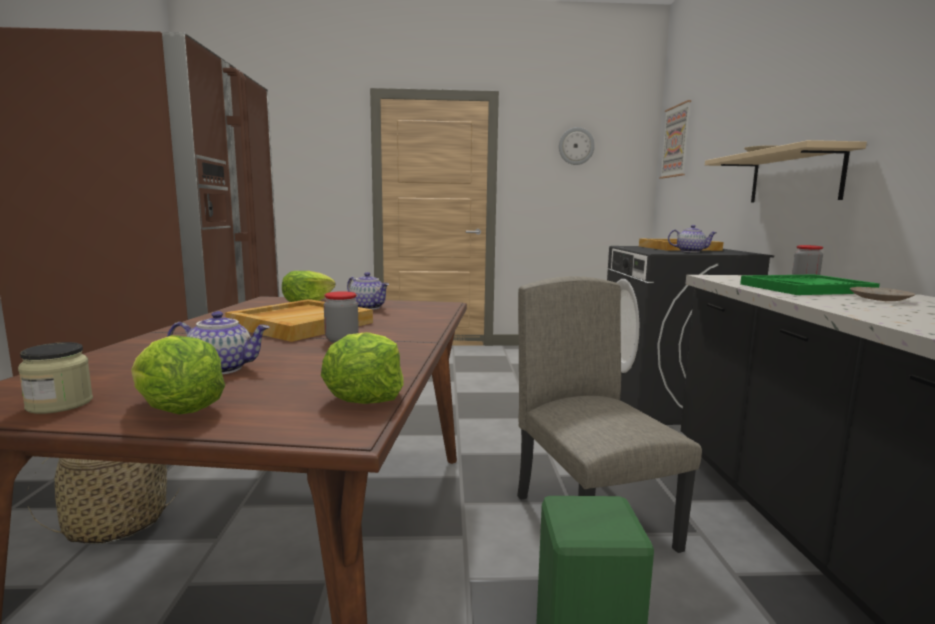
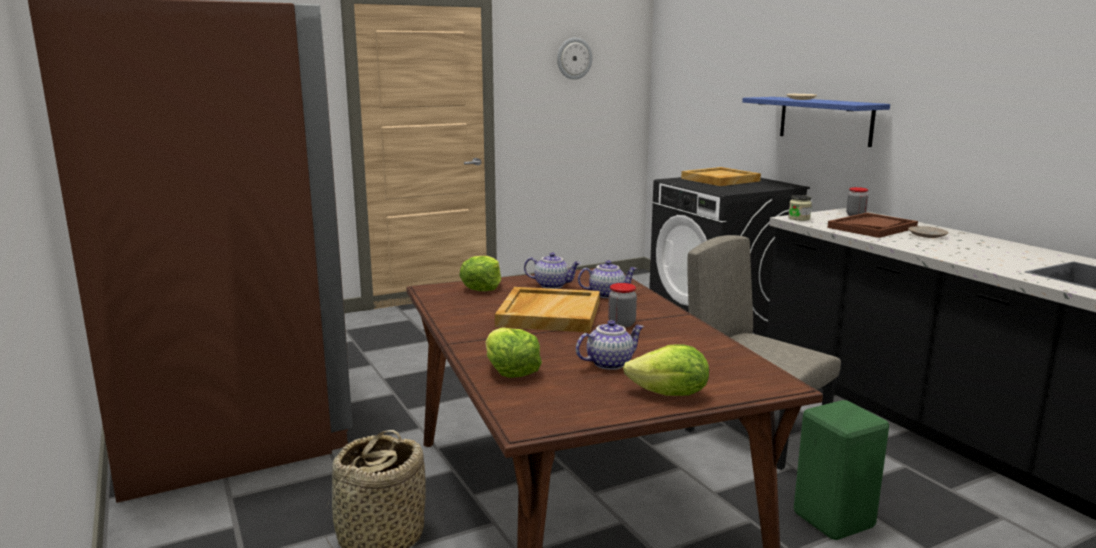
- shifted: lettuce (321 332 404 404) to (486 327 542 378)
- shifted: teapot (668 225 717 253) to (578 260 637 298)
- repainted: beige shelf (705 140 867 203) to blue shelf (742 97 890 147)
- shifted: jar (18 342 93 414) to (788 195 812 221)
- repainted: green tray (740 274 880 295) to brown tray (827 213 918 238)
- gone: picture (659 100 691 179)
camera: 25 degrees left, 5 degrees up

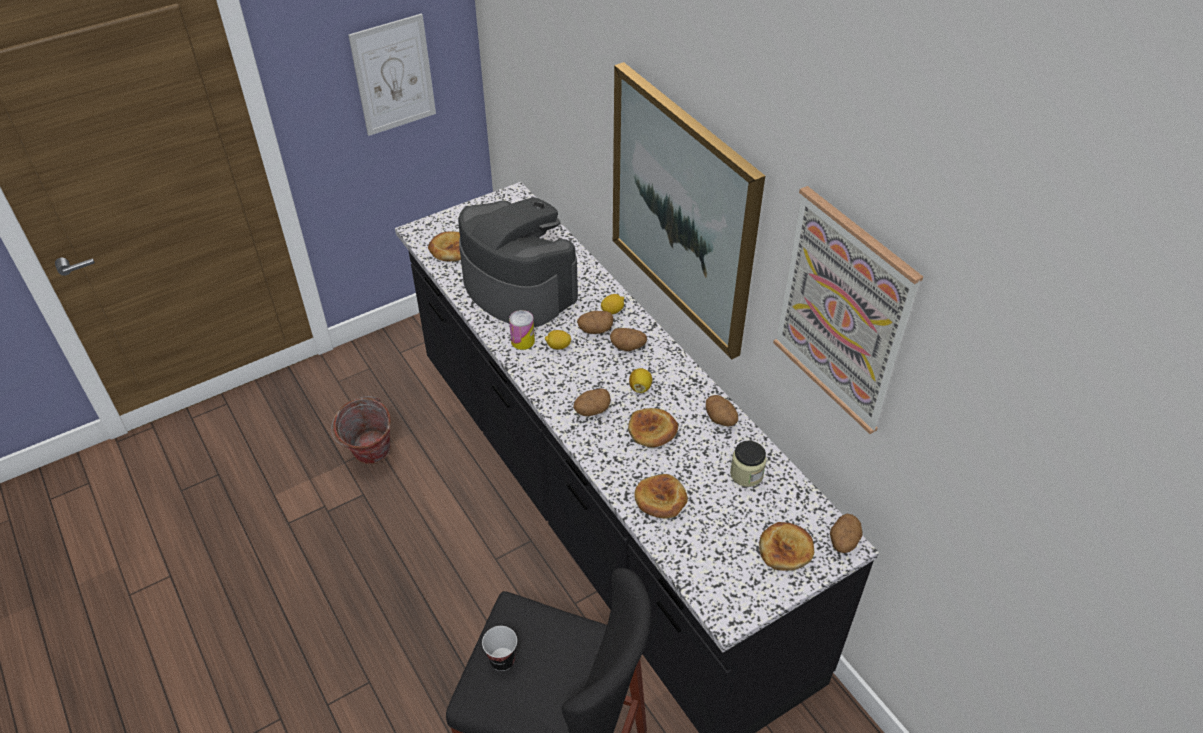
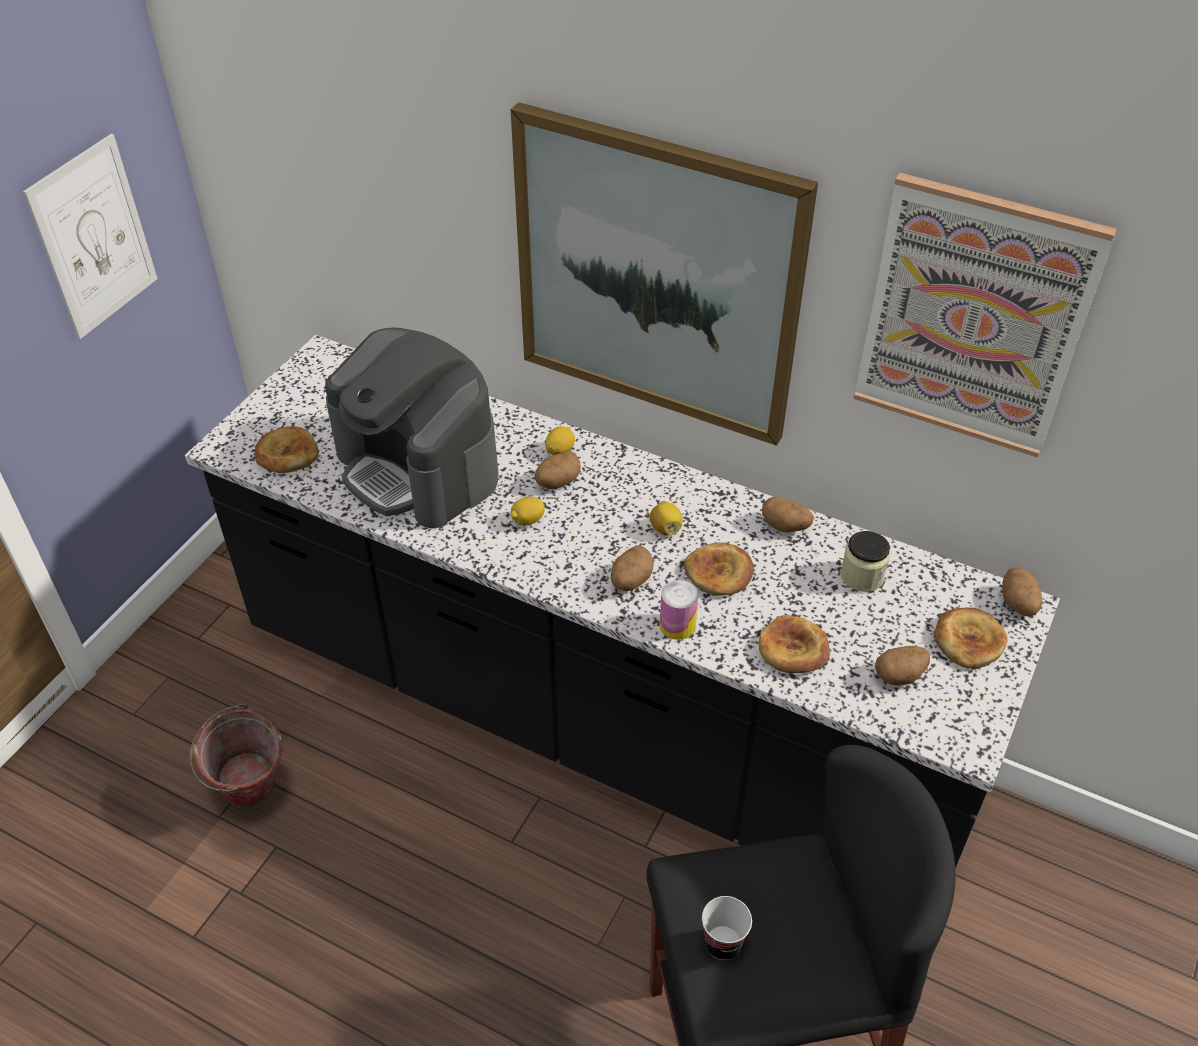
- rotated: coffee machine (458 197 578 327) = (325 327 498 528) 150 degrees counterclockwise
- shifted: can (509 310 535 350) to (660 580 699 640)
- shifted: potato (610 328 647 351) to (875 646 930 686)
camera: 30 degrees left, 0 degrees up

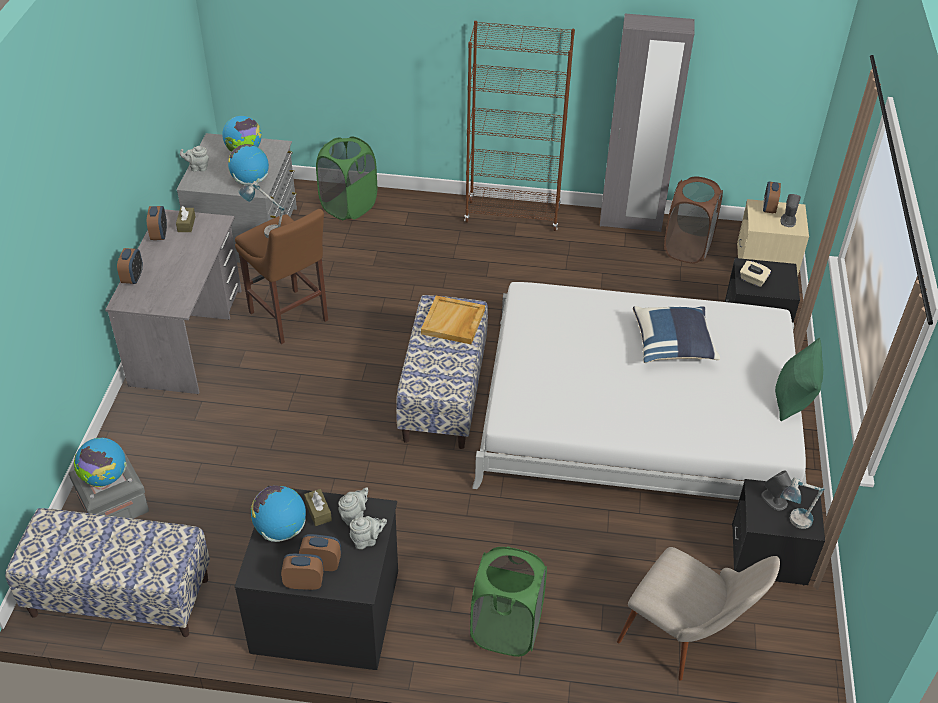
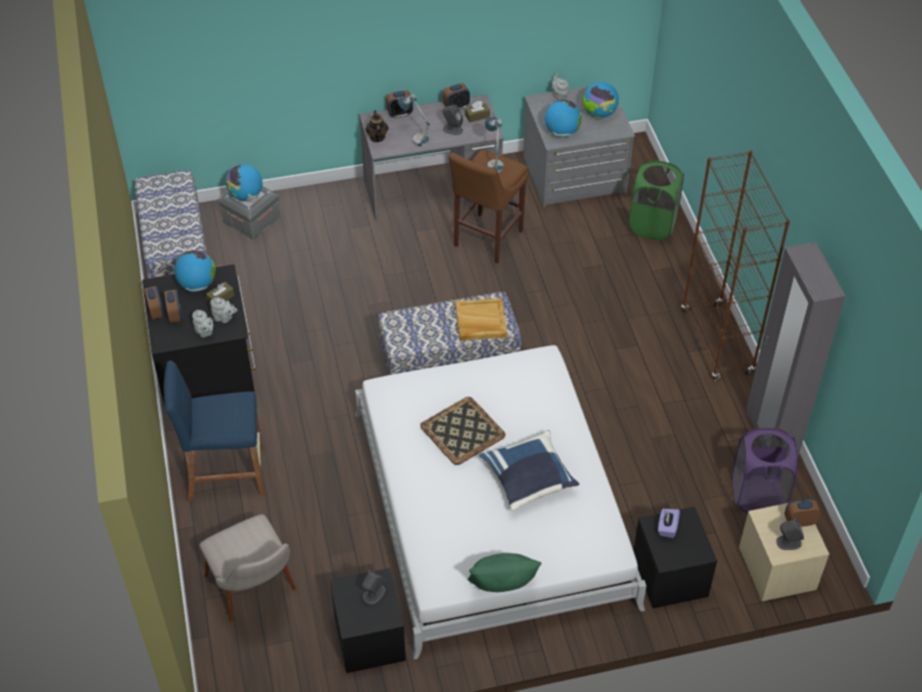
- swapped: green laundry basket (470 546 547 657) to blue stool (164 360 265 501)
- rotated: beige chair (617 547 780 681) = (199 514 296 621) 45 degrees counterclockwise
- new: teapot (366 110 389 142)
- shifted: table lamp (780 478 825 529) to (398 94 430 146)
- new: tray (420 397 506 465)
- new: grey speaker (442 105 463 135)
- repainted: beige tissue box (740 261 771 287) to purple tissue box (658 509 680 538)
- repainted: brown laundry basket (664 176 723 264) to purple laundry basket (732 428 798 513)
camera: 70 degrees right, 5 degrees up

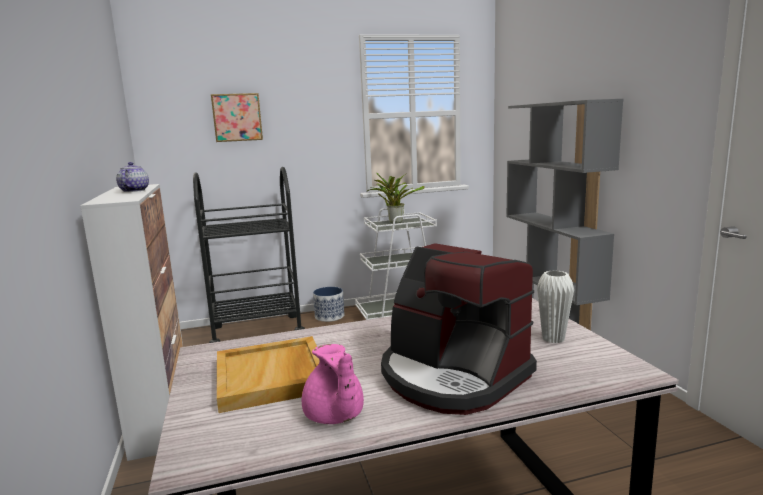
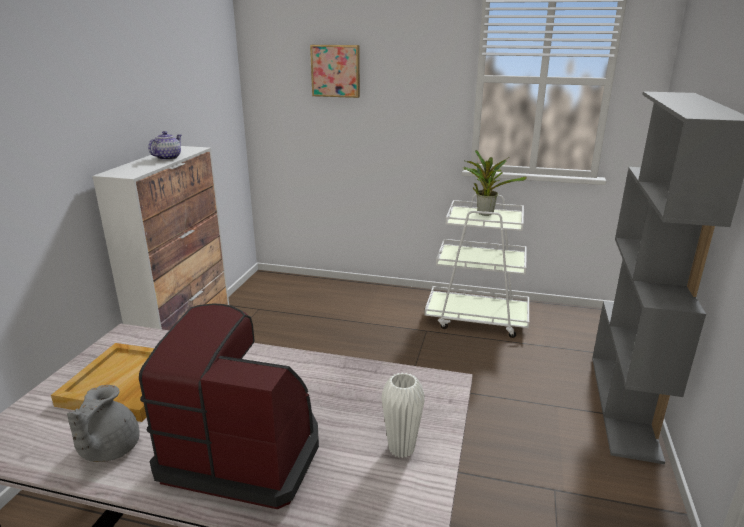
- repainted: pink teapot (302 344 364 424) to grey teapot (67 385 140 462)
- rotated: coffee machine (381 243 537 415) = (139 303 319 509) 120 degrees clockwise
- gone: black cart (193 167 305 343)
- gone: planter (313 287 345 322)
camera: 30 degrees right, 10 degrees up

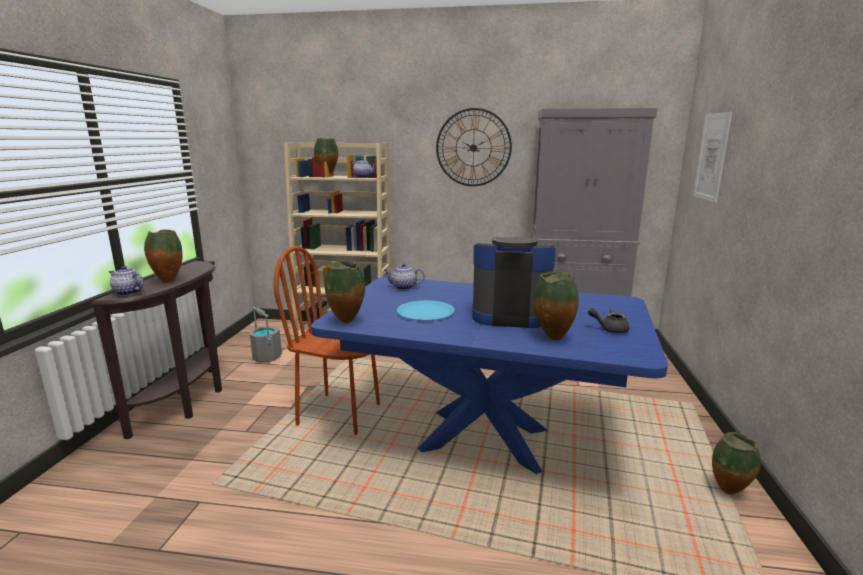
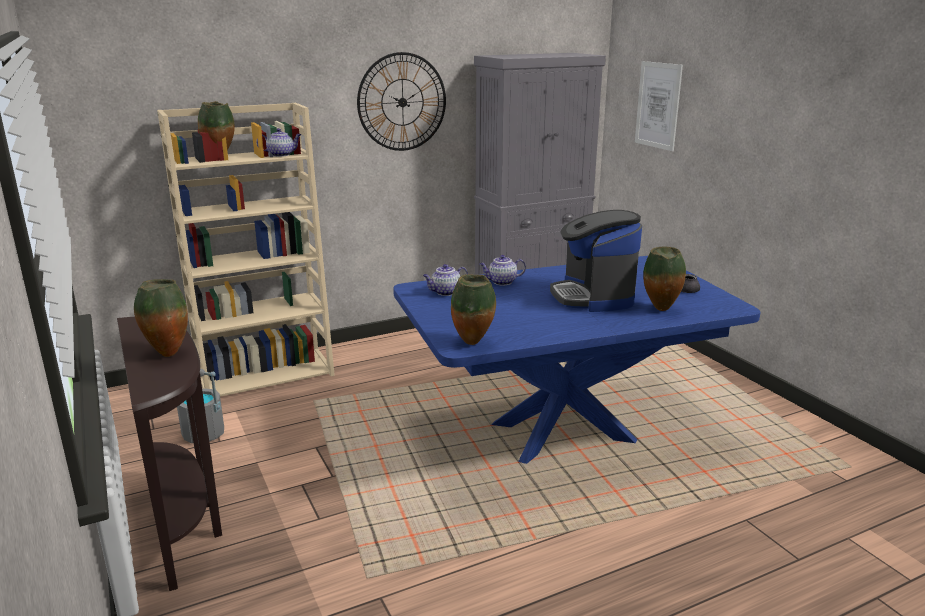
- shifted: teapot (109 266 144 296) to (480 255 526 285)
- rotated: coffee machine (472 237 556 328) = (550 210 642 312) 75 degrees counterclockwise
- gone: brown chair (274 246 380 435)
- gone: blue plate (397 300 455 321)
- gone: vase (712 432 761 495)
camera: 35 degrees left, 5 degrees up

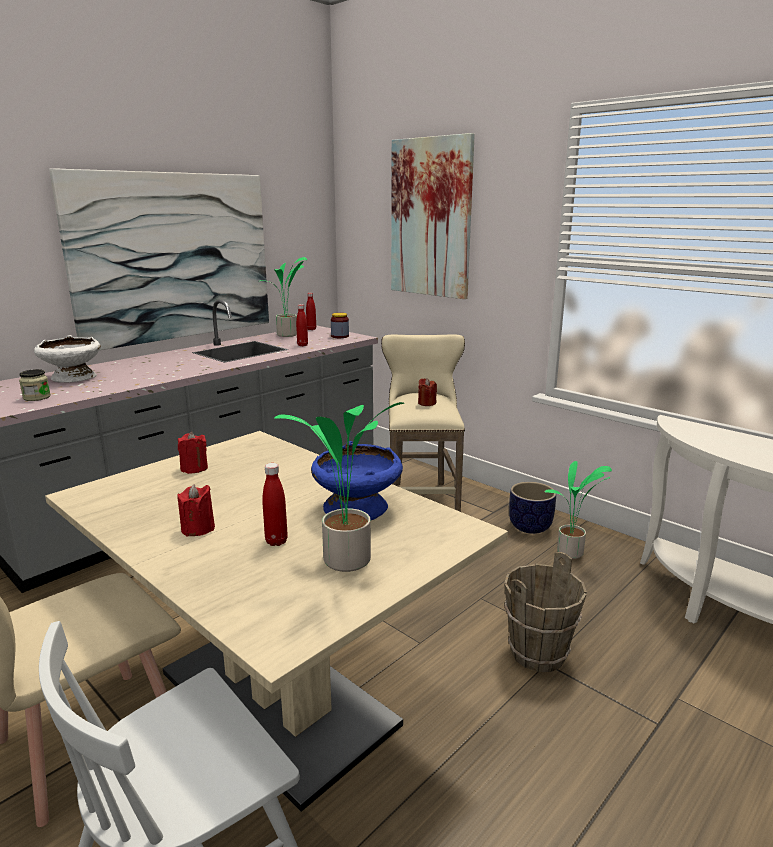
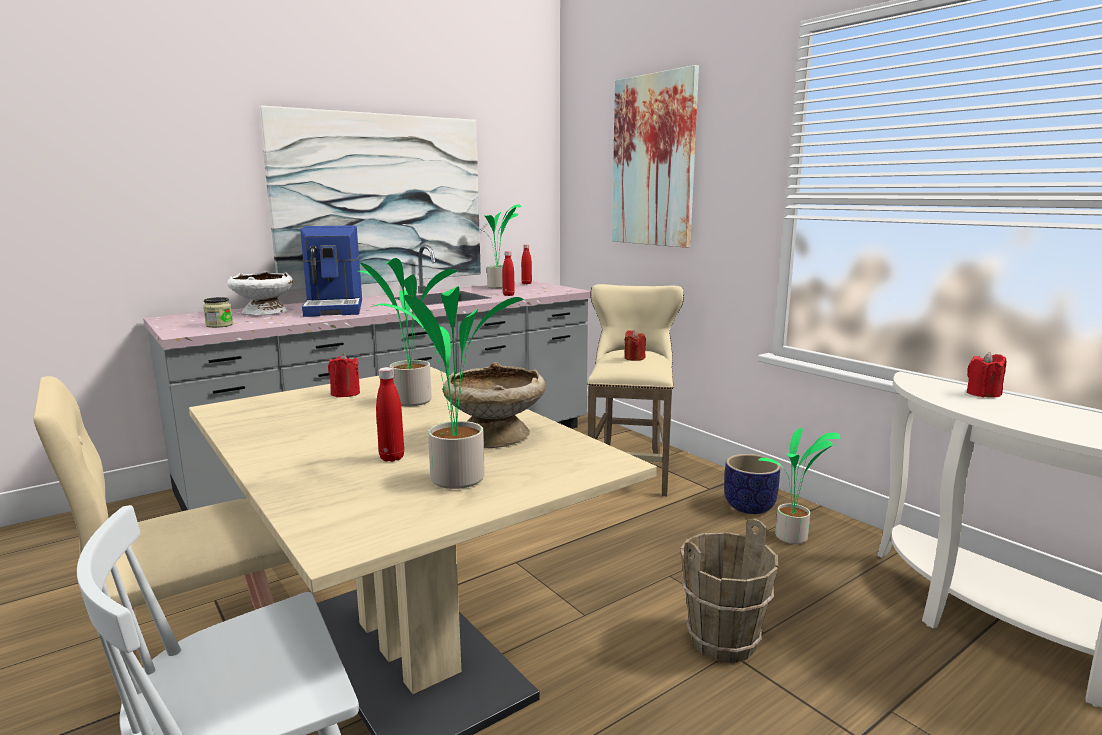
- new: coffee machine (300 225 362 317)
- new: potted plant (356 258 457 406)
- repainted: blue bowl (311 441 403 520) to beige bowl (443 362 546 448)
- shifted: red candle (177 484 215 537) to (967 352 1006 397)
- gone: jar (331 313 349 338)
camera: 10 degrees right, 5 degrees down

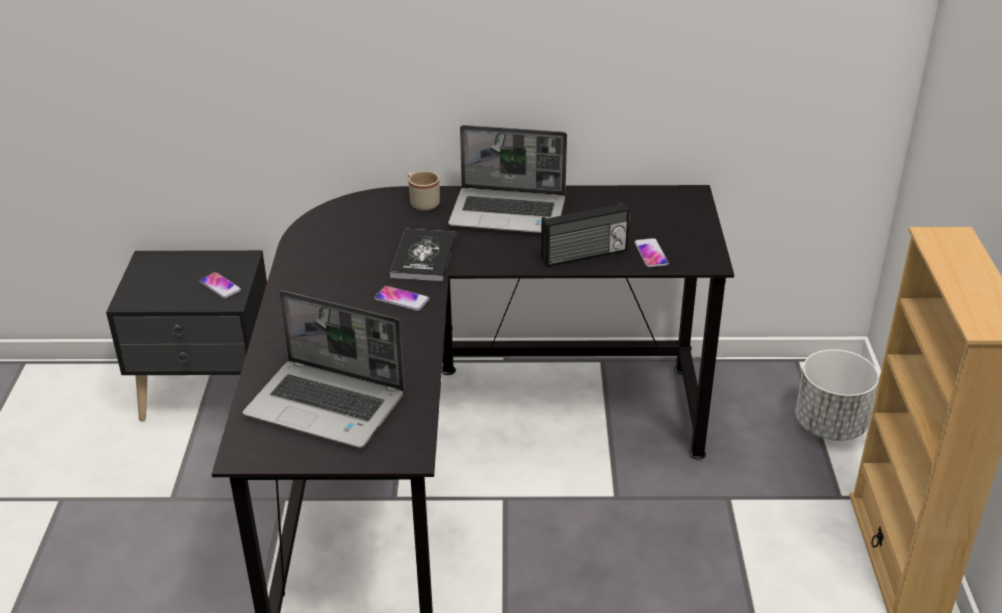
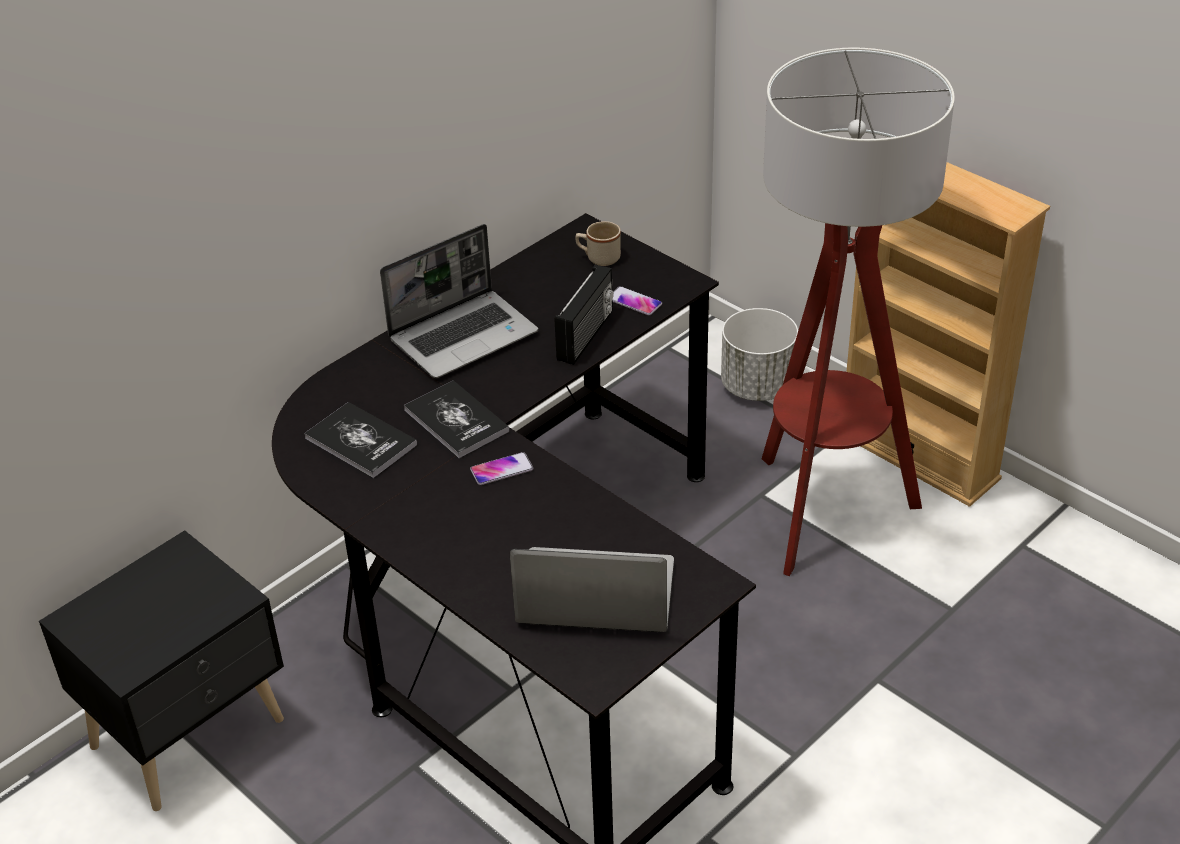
- new: book (304 402 417 478)
- rotated: laptop (243 291 405 448) = (510 547 674 632) 150 degrees counterclockwise
- shifted: beige mug (408 171 440 211) to (576 221 621 266)
- new: floor lamp (762 47 955 576)
- gone: phone (199 272 241 299)
camera: 45 degrees left, 5 degrees up

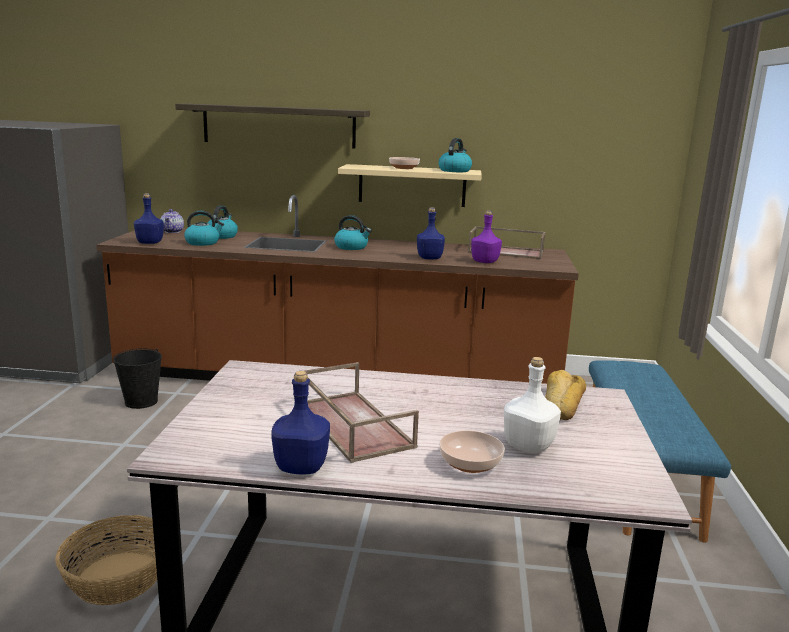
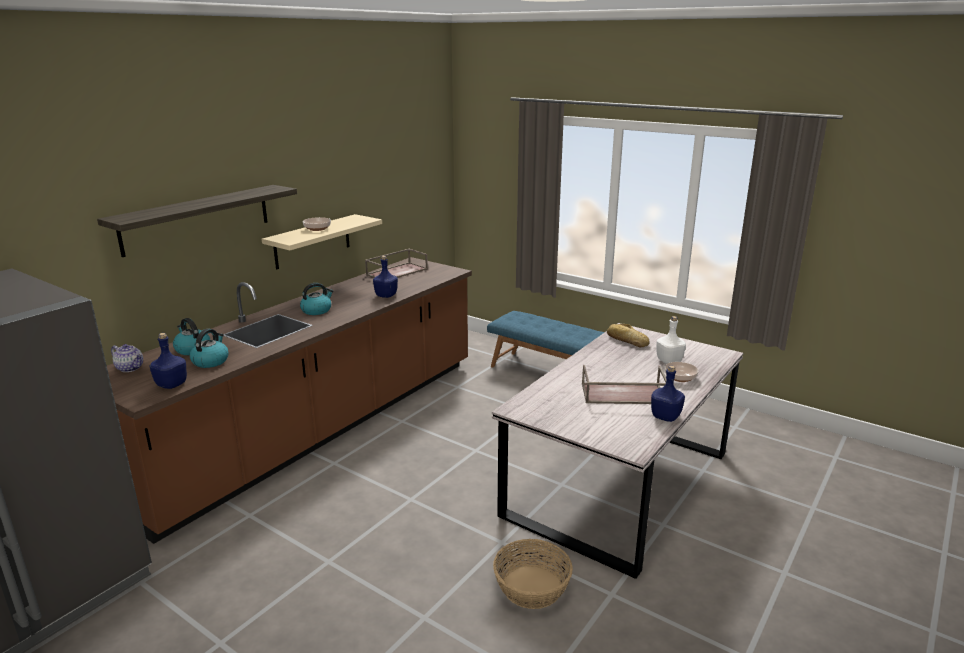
- gone: black bucket (113 348 162 409)
- gone: kettle (438 138 472 172)
- gone: purple bottle (471 211 502 263)
camera: 60 degrees left, 5 degrees up

